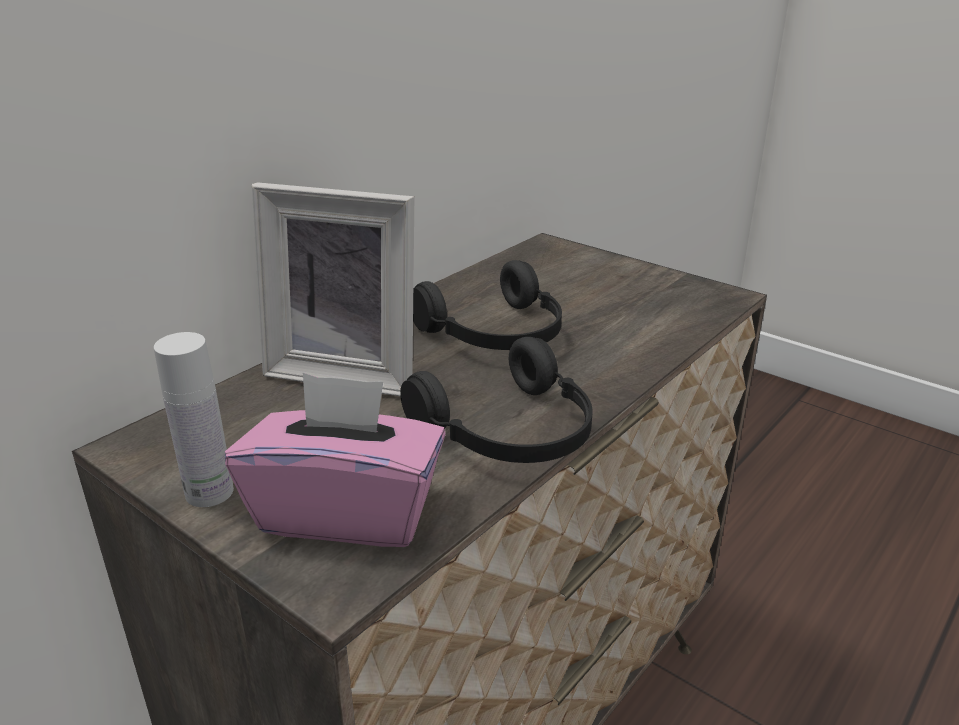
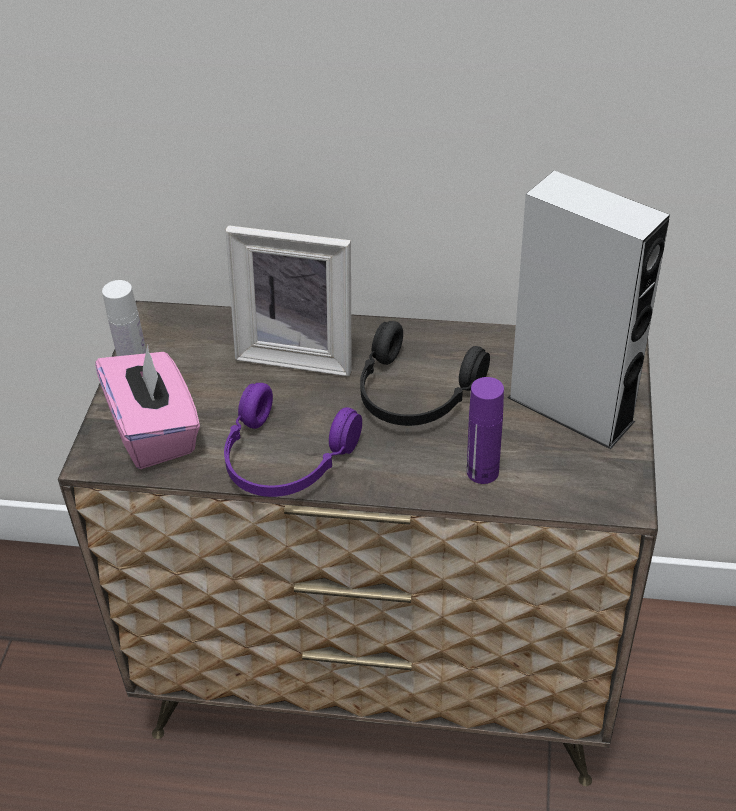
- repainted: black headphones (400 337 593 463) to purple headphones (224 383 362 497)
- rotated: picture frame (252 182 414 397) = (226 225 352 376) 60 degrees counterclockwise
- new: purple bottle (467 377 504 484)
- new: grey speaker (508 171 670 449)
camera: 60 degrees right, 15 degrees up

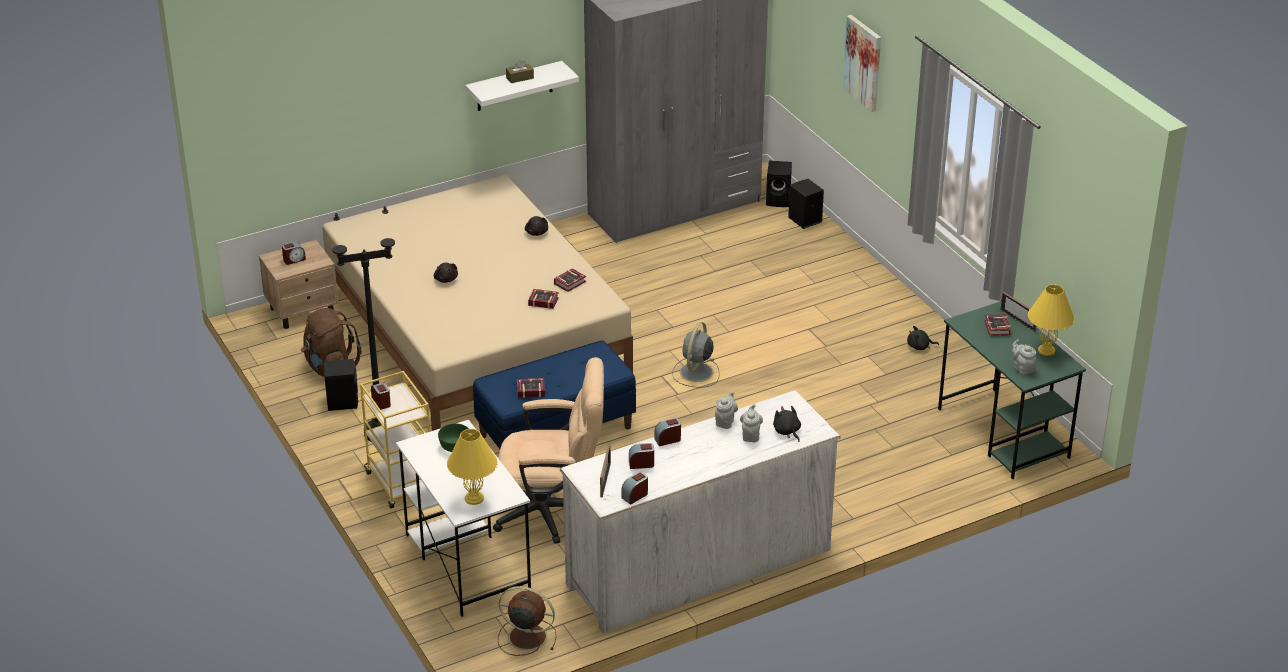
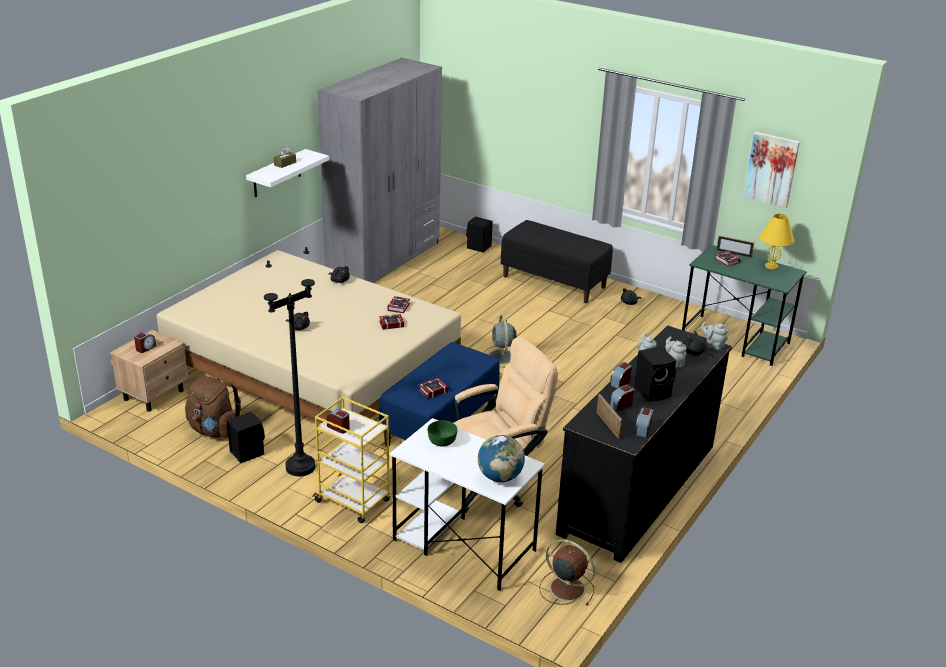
- swapped: yellow table lamp (447 429 498 505) to globe (478 435 525 482)
- new: black bench (501 220 613 303)
- rotated: brown fan (498 586 556 656) = (539 539 595 606) 45 degrees clockwise
- repainted: white dresser (560 390 840 633) to black dresser (556 325 732 563)
- shifted: black speaker (766 161 792 207) to (634 346 676 402)
- shifted: grey teapot (1012 339 1036 375) to (701 322 728 350)
- shifted: picture (843 15 881 112) to (743 132 800 208)
camera: 30 degrees left, 5 degrees down

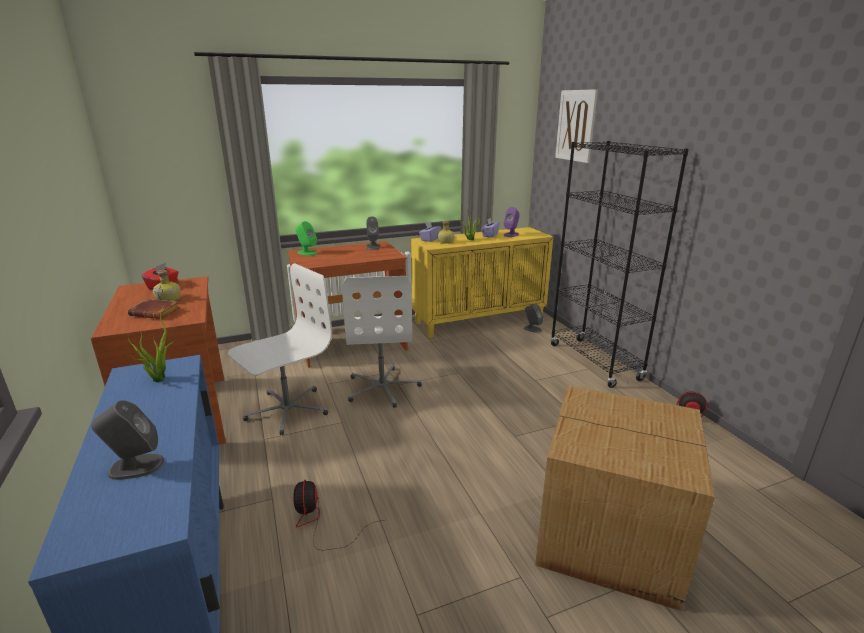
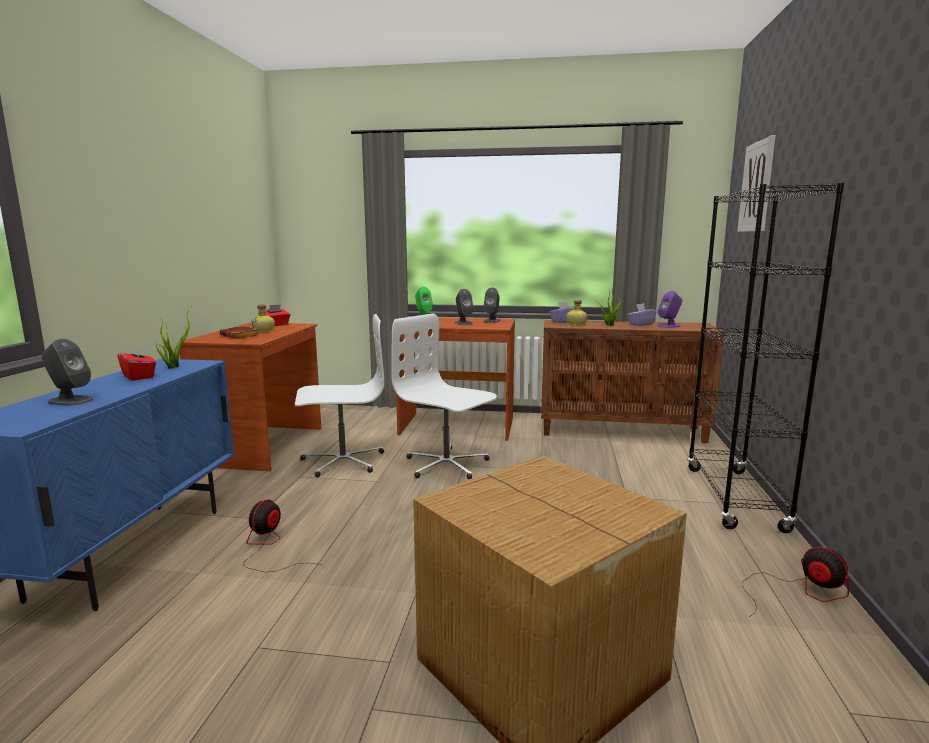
- new: red tissue box (118 344 156 381)
- rotated: white office chair (342 276 422 408) = (391 313 497 480) 105 degrees clockwise
- shifted: grey speaker (524 303 543 333) to (455 289 473 325)
- repainted: yellow cabinet (411 227 553 338) to brown cabinet (541 320 725 443)
camera: 30 degrees right, 10 degrees down

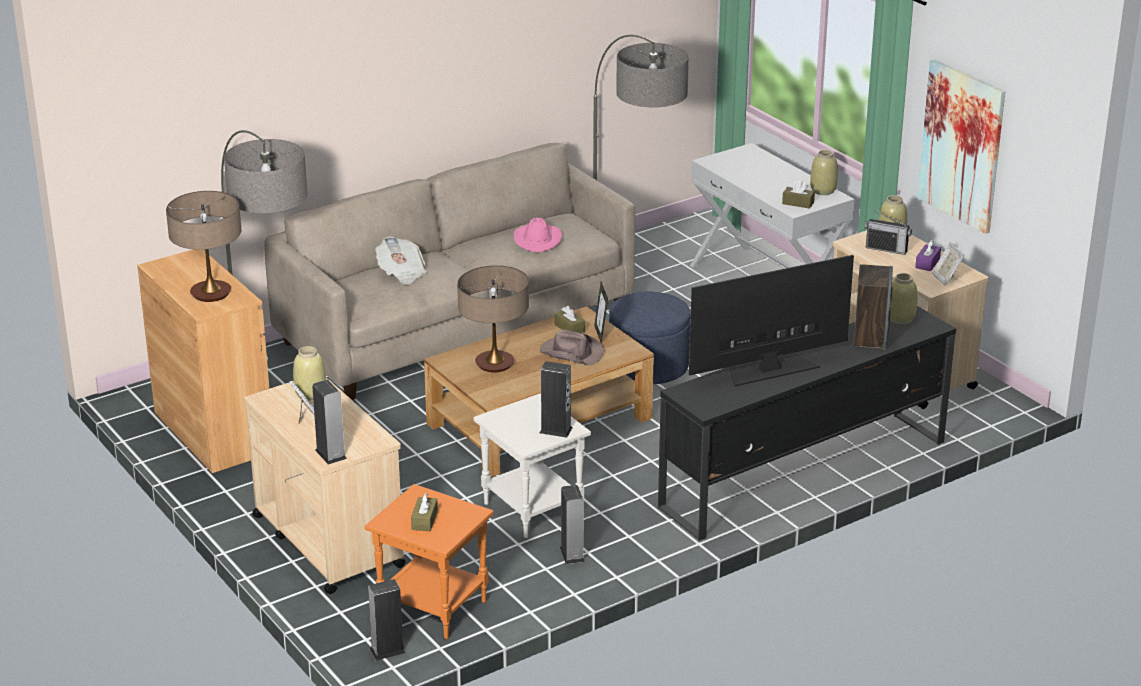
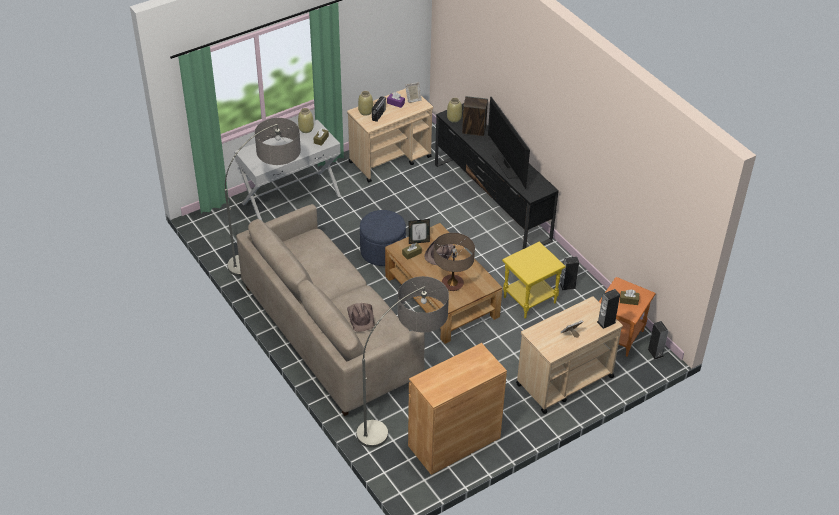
- swapped: newspaper (375 236 427 285) to brown hat (347 303 375 332)
- repainted: white side table (473 394 591 538) to yellow side table (502 242 566 319)
- gone: table lamp (166 191 241 302)
- gone: beige vase (293 346 326 400)
- gone: pink hat (514 218 562 252)
- gone: speaker (539 361 573 438)
- gone: picture (917 59 1005 234)
camera: 90 degrees left, 15 degrees up

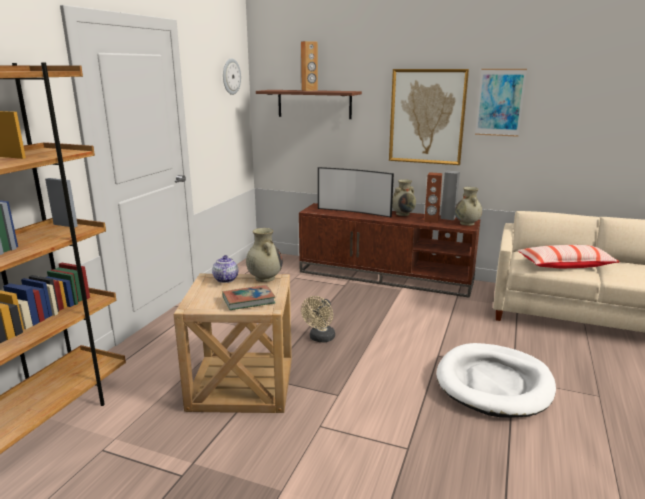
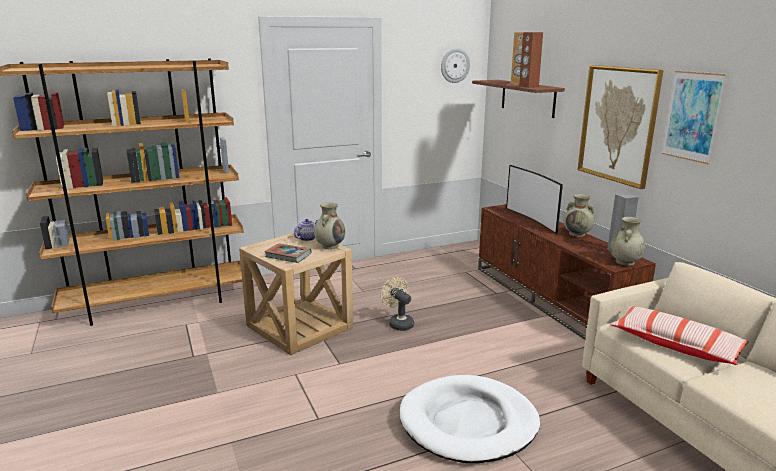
- rotated: beige fan (301 296 335 343) = (381 277 414 331) 75 degrees clockwise
- shifted: brown speaker (424 172 442 223) to (519 32 543 88)
camera: 45 degrees right, 0 degrees up

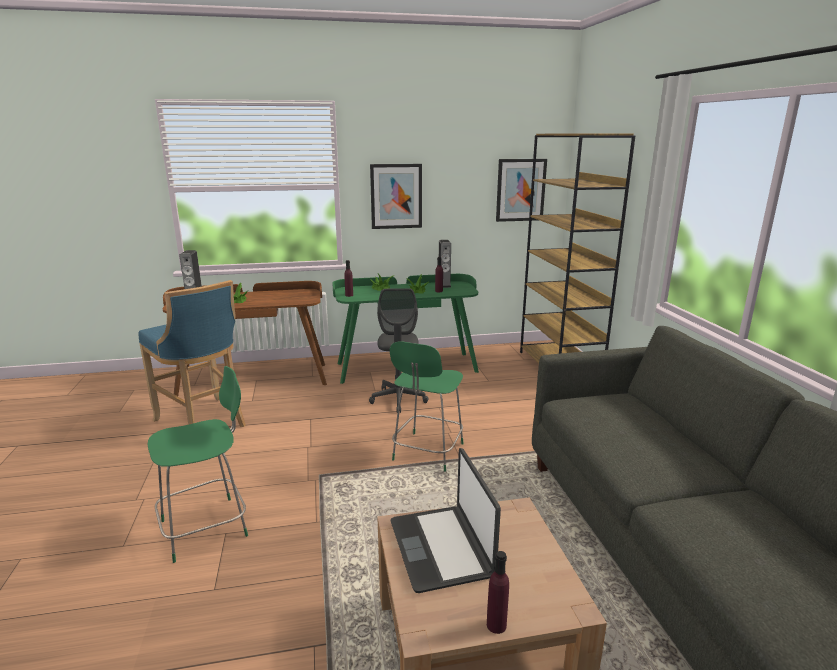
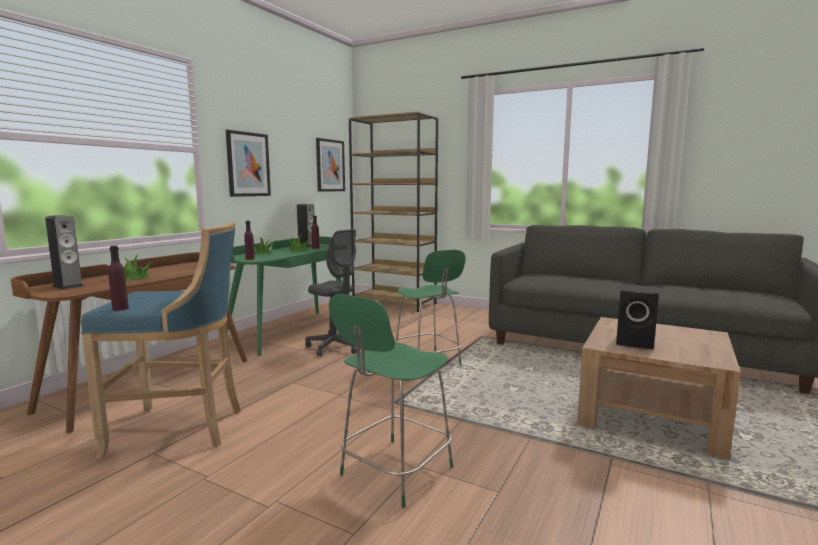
- shifted: purple bottle (487 551 509 634) to (108 246 129 311)
- rotated: green chair (147 366 248 563) = (329 294 453 508) 150 degrees counterclockwise
- swapped: laptop (391 448 501 593) to black speaker (616 284 659 349)
camera: 50 degrees left, 10 degrees down

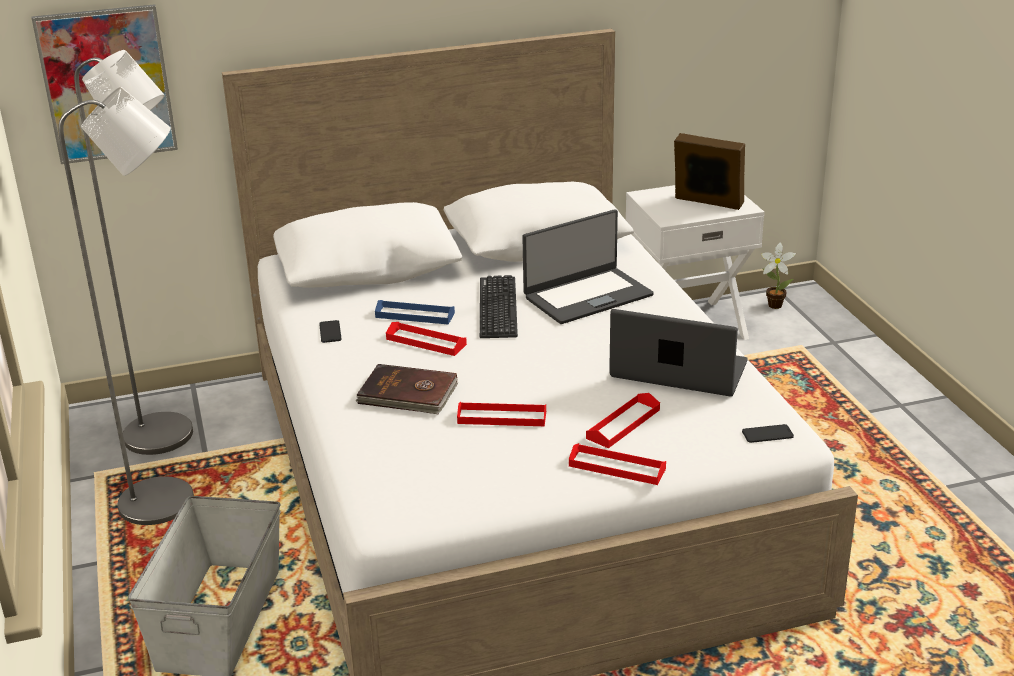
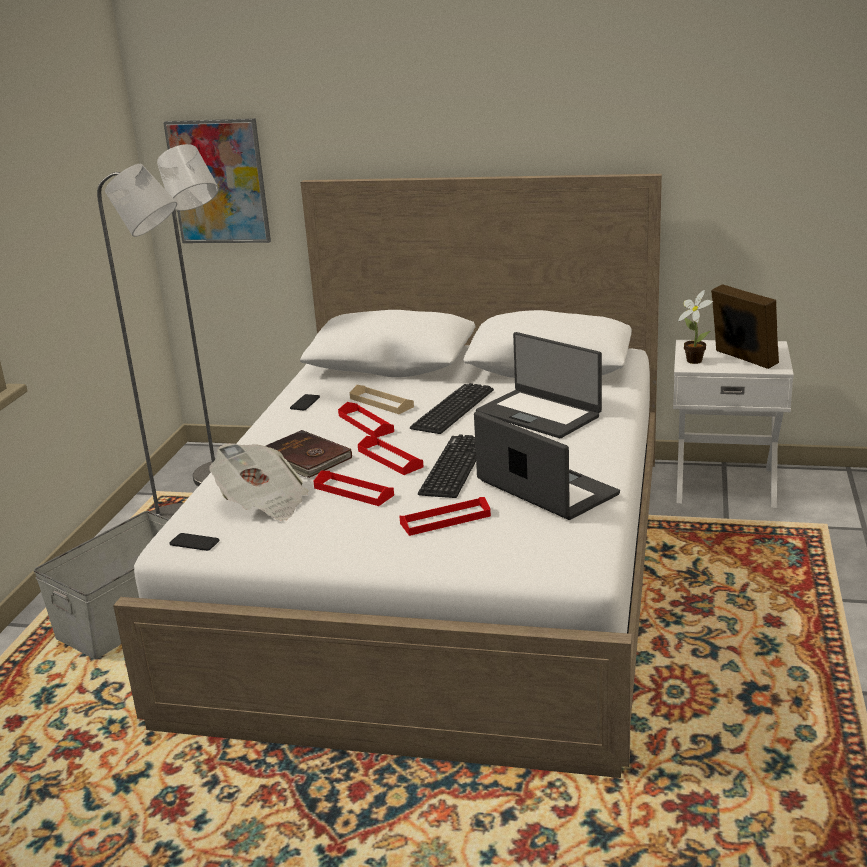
- shifted: phone (742 424 794 443) to (169 533 219 551)
- new: newspaper (209 443 309 520)
- repainted: blue tray (375 300 455 325) to beige tray (350 385 414 414)
- shifted: red tray (569 443 666 485) to (358 436 424 475)
- new: keyboard (418 435 476 498)
- rotated: laptop (522 209 654 324) = (476 332 602 438) 45 degrees clockwise
- shifted: potted plant (761 242 796 309) to (678 290 713 364)
camera: 30 degrees right, 5 degrees down

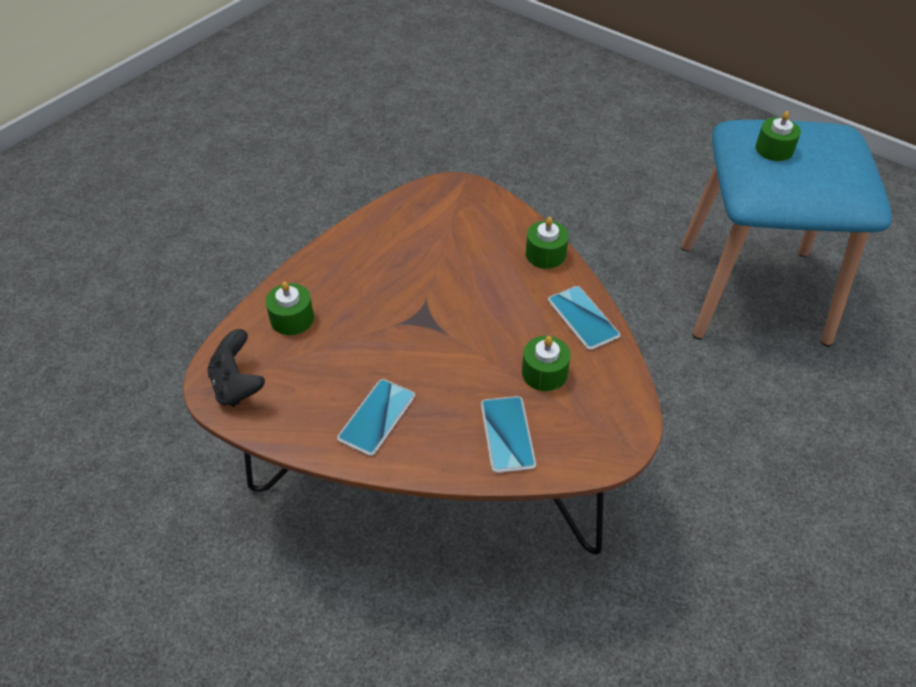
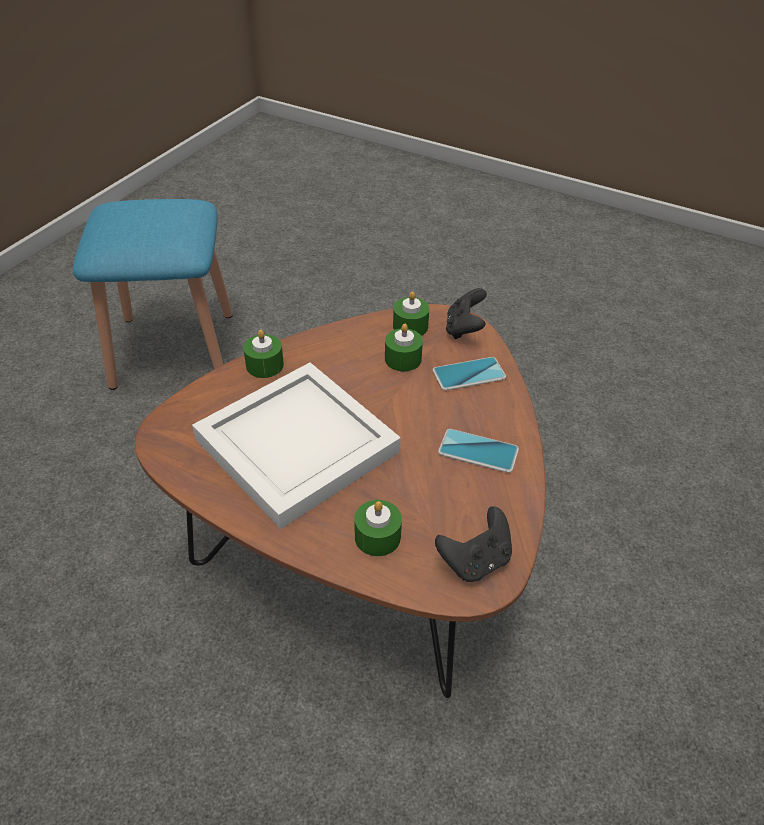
- new: white tray (192 362 401 529)
- shifted: green candle (755 111 801 161) to (393 292 429 336)
- new: black game controller (446 288 487 339)
- gone: phone (548 286 620 350)
camera: 100 degrees left, 5 degrees down

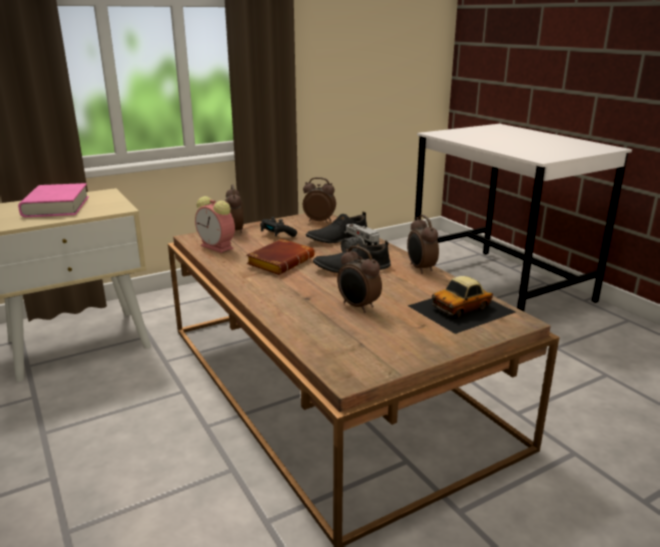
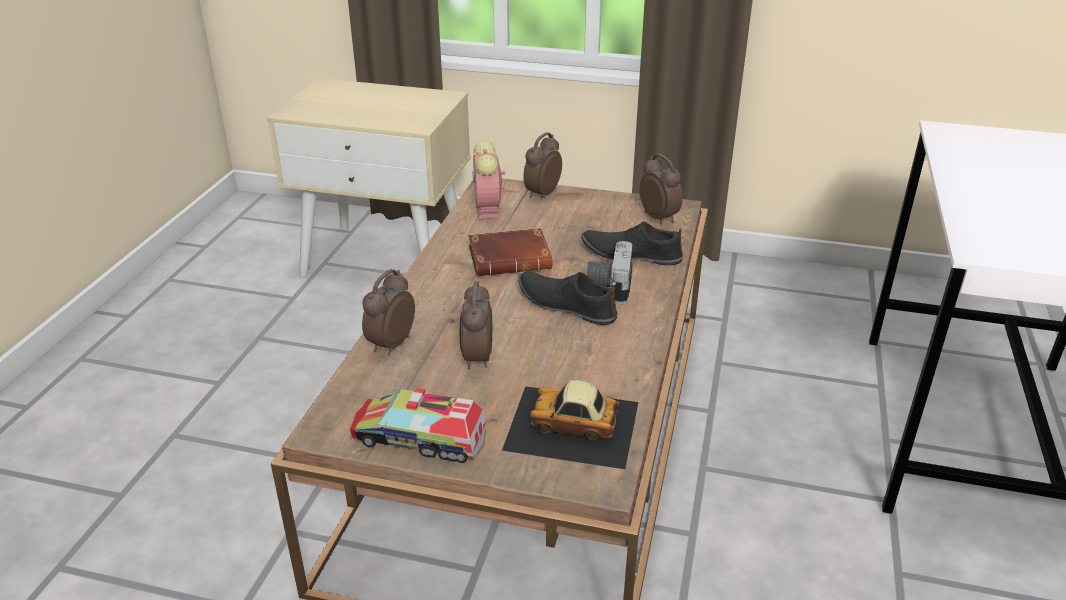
- new: toy truck (350 388 486 463)
- shifted: alarm clock (407 215 439 274) to (362 269 415 354)
- gone: pink book (18 183 89 217)
- gone: black game controller (260 217 297 237)
camera: 45 degrees right, 10 degrees up

